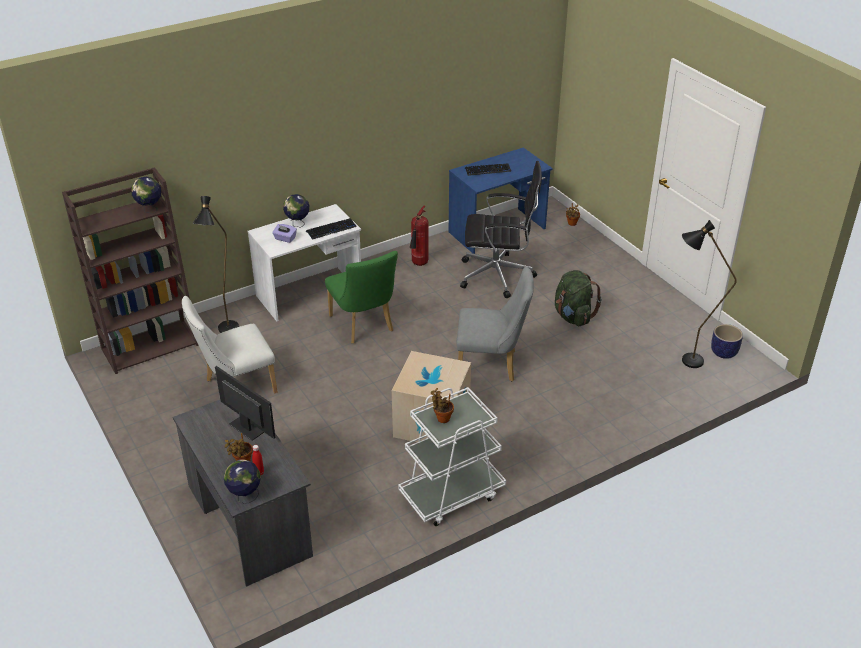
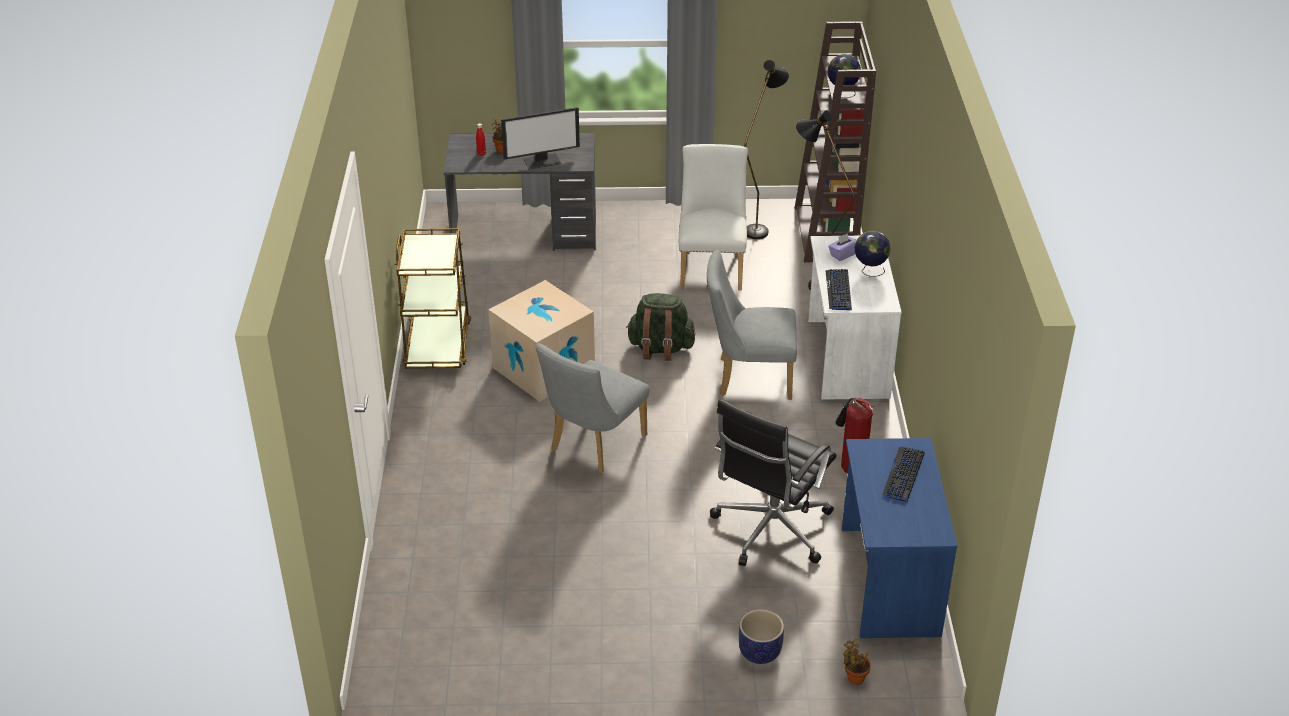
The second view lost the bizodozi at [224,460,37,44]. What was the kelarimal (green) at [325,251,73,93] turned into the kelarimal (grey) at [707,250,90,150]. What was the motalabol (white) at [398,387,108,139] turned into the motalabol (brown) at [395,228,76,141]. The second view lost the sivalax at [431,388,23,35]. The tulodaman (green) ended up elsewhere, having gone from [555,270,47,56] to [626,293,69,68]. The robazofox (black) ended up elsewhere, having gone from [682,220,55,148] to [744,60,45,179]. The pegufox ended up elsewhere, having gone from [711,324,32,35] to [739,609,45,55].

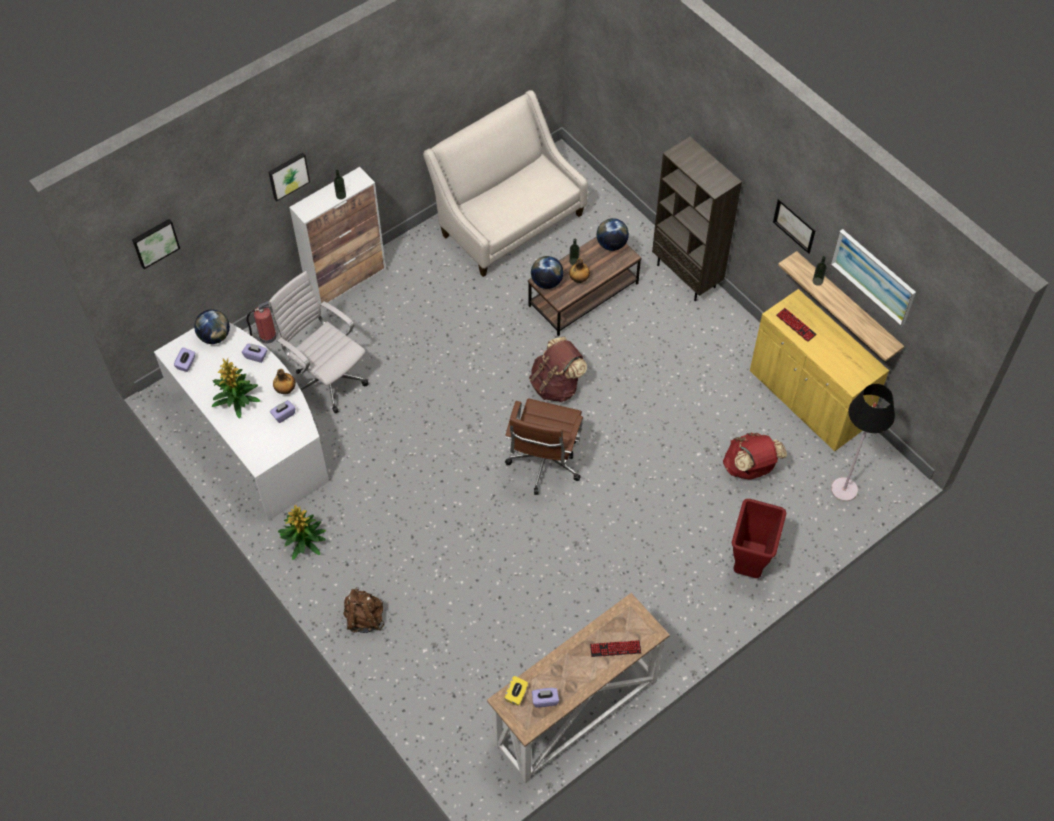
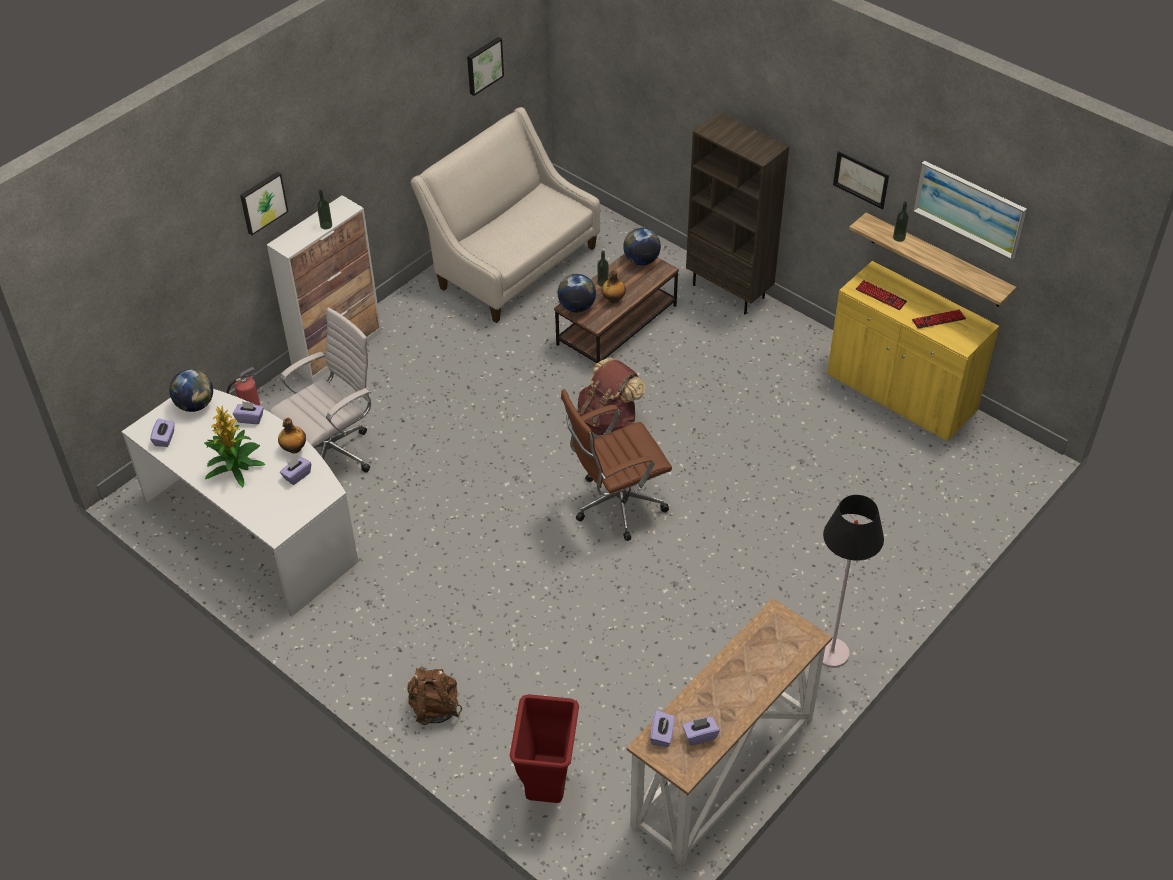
The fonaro ended up elsewhere, having gone from [132,219,48,50] to [467,37,37,59]. The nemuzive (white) at [269,271,100,143] ended up facing another way, 105 degrees clockwise from before. The second view lost the sivalax at [278,505,48,55]. What was the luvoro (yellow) at [504,676,24,29] turned into the luvoro (purple) at [650,710,25,37]. The nemuzive (brown) at [505,399,78,96] ended up facing another way, 60 degrees clockwise from before. The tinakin ended up elsewhere, having gone from [590,640,51,17] to [912,309,54,20]. The second view lost the tulodaman (red) at [723,433,64,47]. The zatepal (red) ended up elsewhere, having gone from [732,499,55,79] to [510,694,69,109]. The robazofox (black) ended up elsewhere, having gone from [831,384,64,118] to [822,495,62,173].

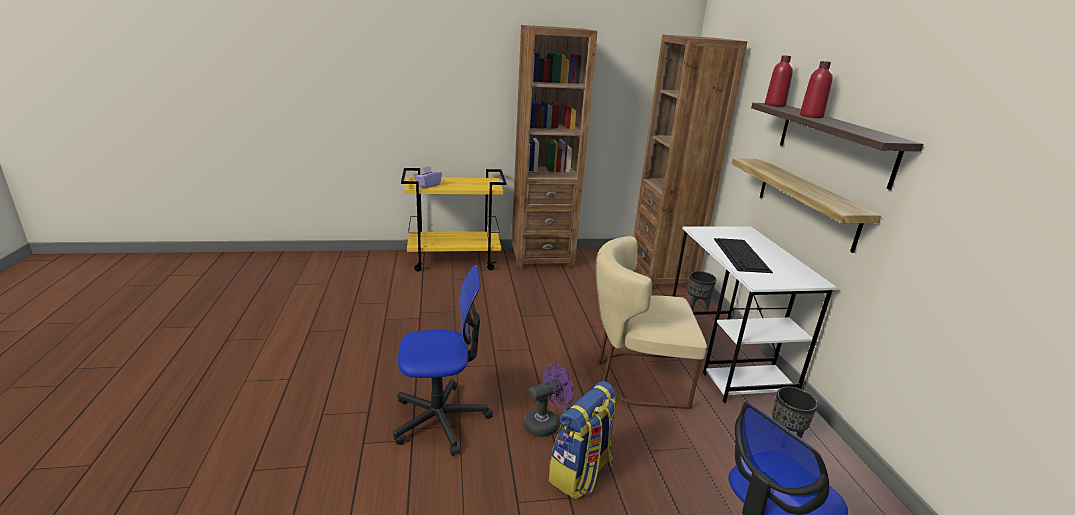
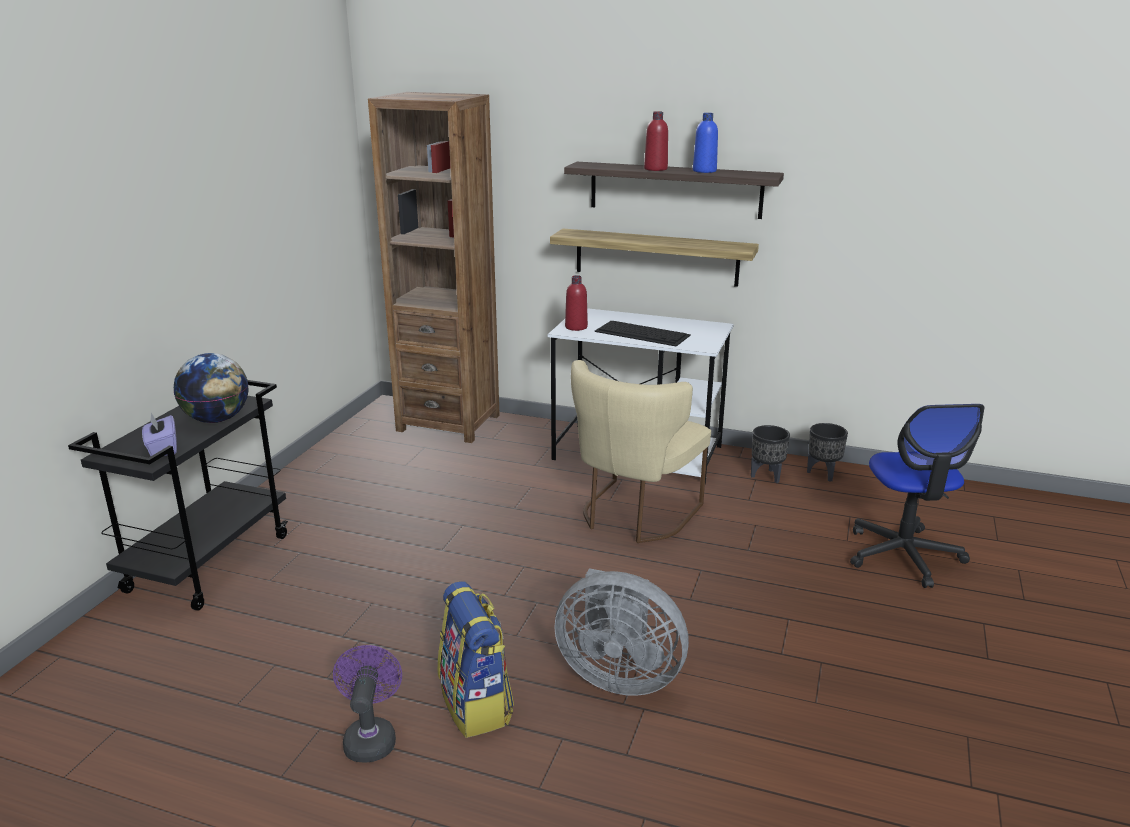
Where the nemuzive stood at [393,265,100,191], the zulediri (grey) came to stand at [554,568,135,128]. What was the motalabol (yellow) at [401,168,105,104] turned into the motalabol (black) at [68,380,220,231]. The second view lost the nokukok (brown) at [511,25,87,245]. The zulediri (purple) ended up elsewhere, having gone from [524,363,50,74] to [333,645,69,118]. The tulodaman ended up elsewhere, having gone from [548,381,70,118] to [438,582,76,156]. The pegufox (black) ended up elsewhere, having gone from [687,271,29,40] to [807,423,41,59]. The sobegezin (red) ended up elsewhere, having gone from [765,55,28,52] to [565,275,23,56]. The second view gained the bizodozi at [174,353,74,70]. The second view gained the sobegezin (blue) at [693,113,25,60].

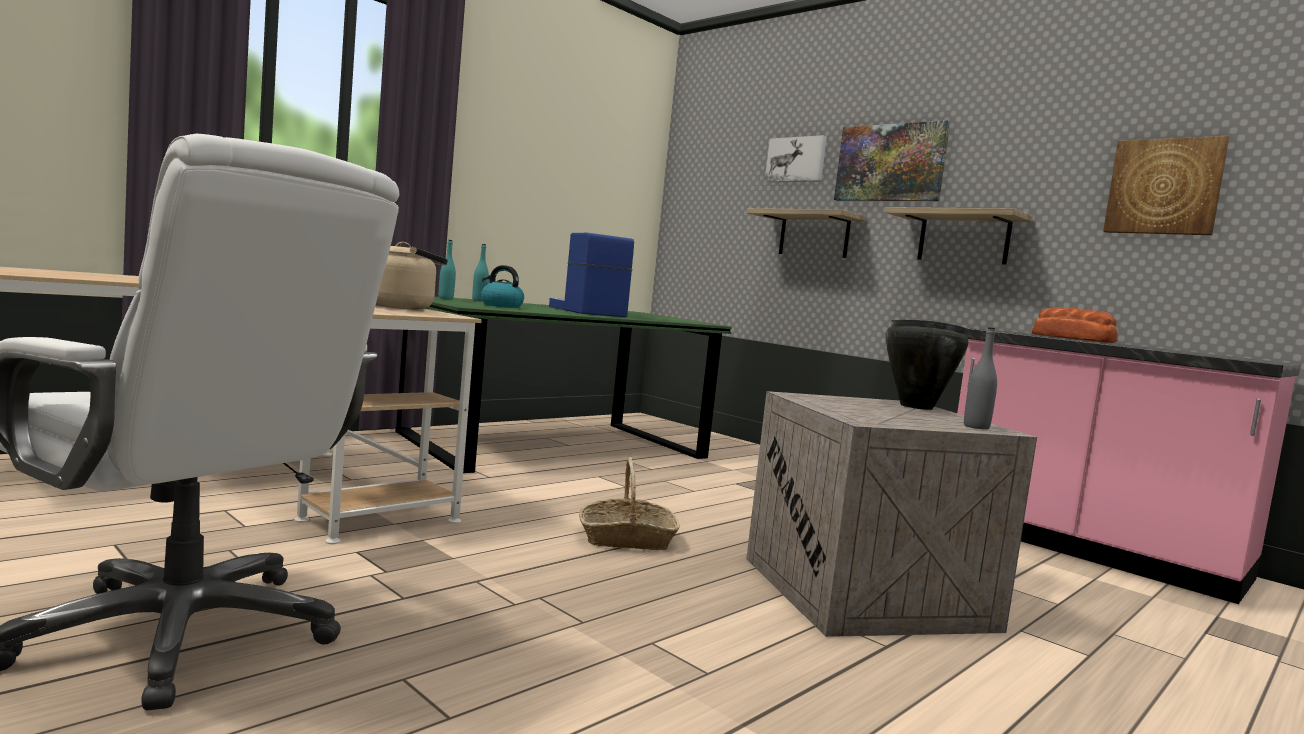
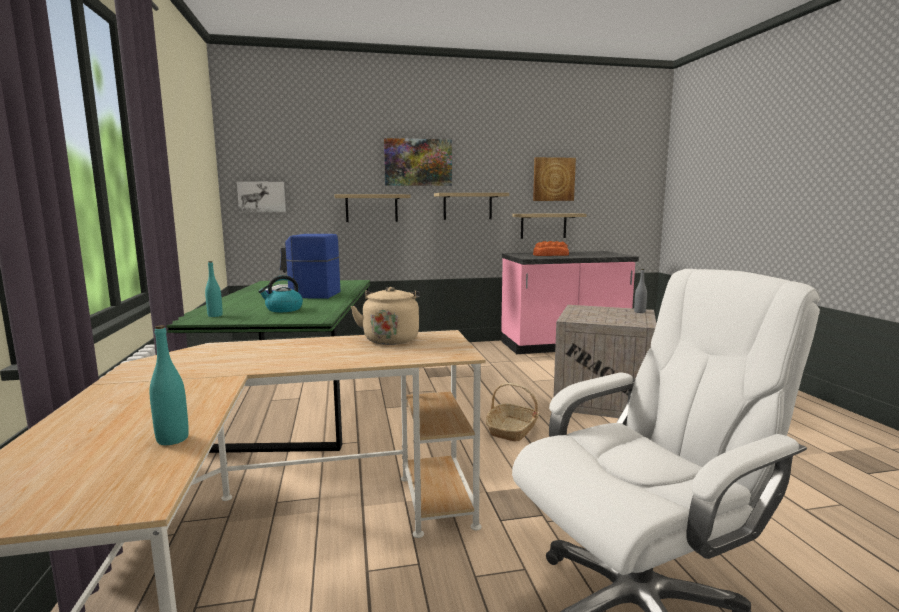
The sobegezin (turquoise) ended up elsewhere, having gone from [472,244,17,58] to [150,325,39,120]. The fonaro ended up elsewhere, having gone from [765,135,62,47] to [237,181,49,32]. The second view lost the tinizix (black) at [885,320,83,90]. The second view gained the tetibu at [512,213,75,26].

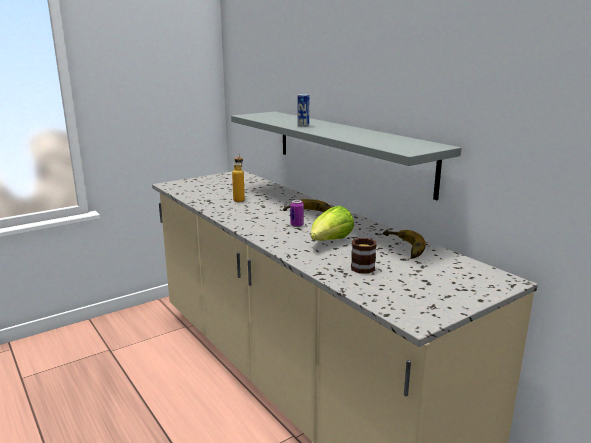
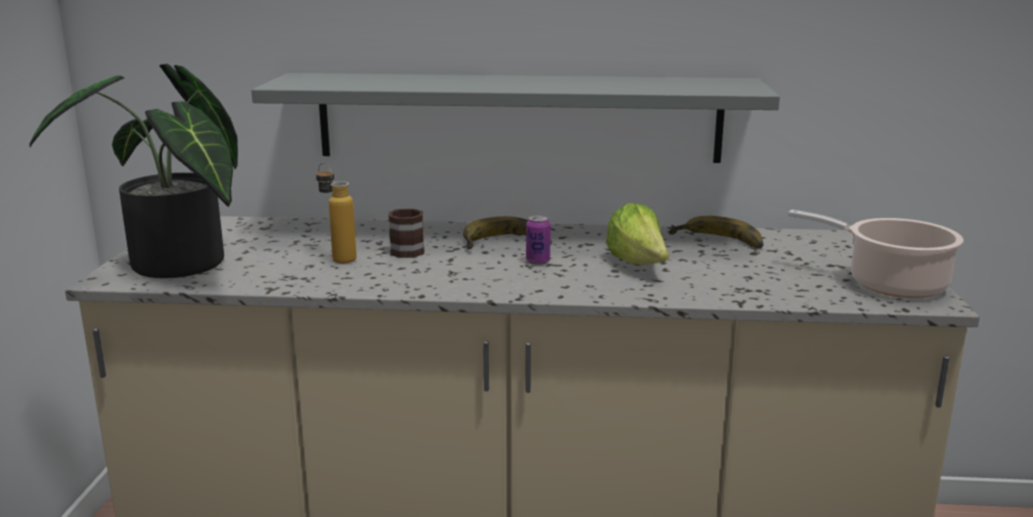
The second view lost the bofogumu at [298,94,11,33]. The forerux ended up elsewhere, having gone from [351,238,26,36] to [388,209,36,49]. The second view gained the sivalax at [29,64,209,214]. The second view gained the tinizix at [788,210,176,88].

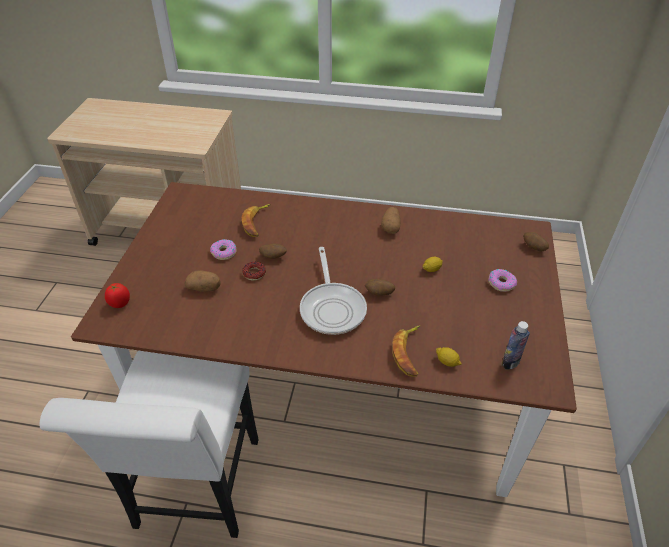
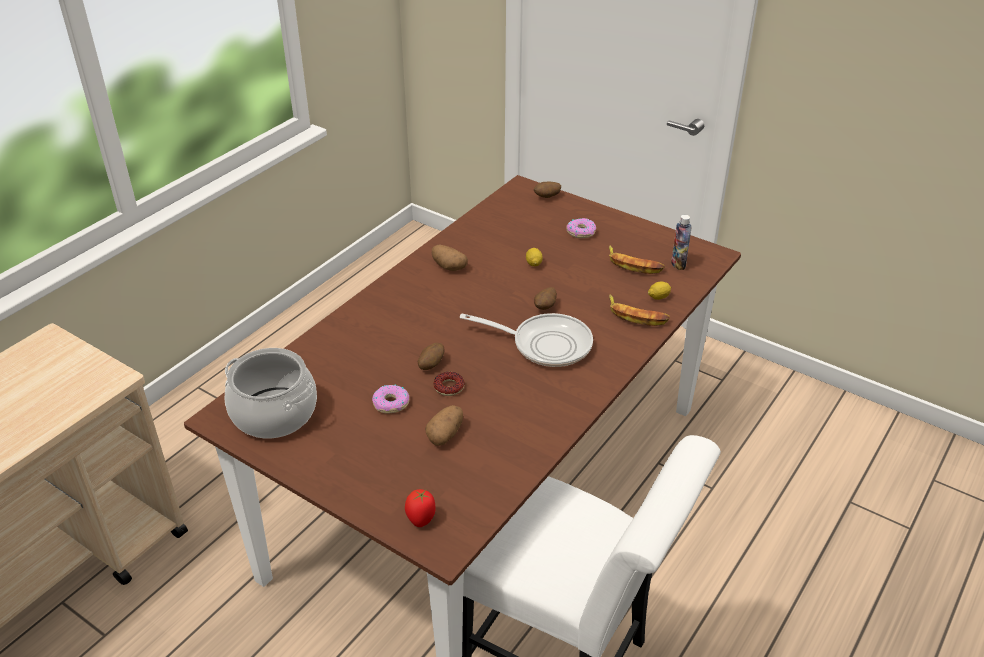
The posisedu ended up elsewhere, having gone from [242,204,29,33] to [609,246,56,28]. The second view gained the tinizix at [225,348,92,91].

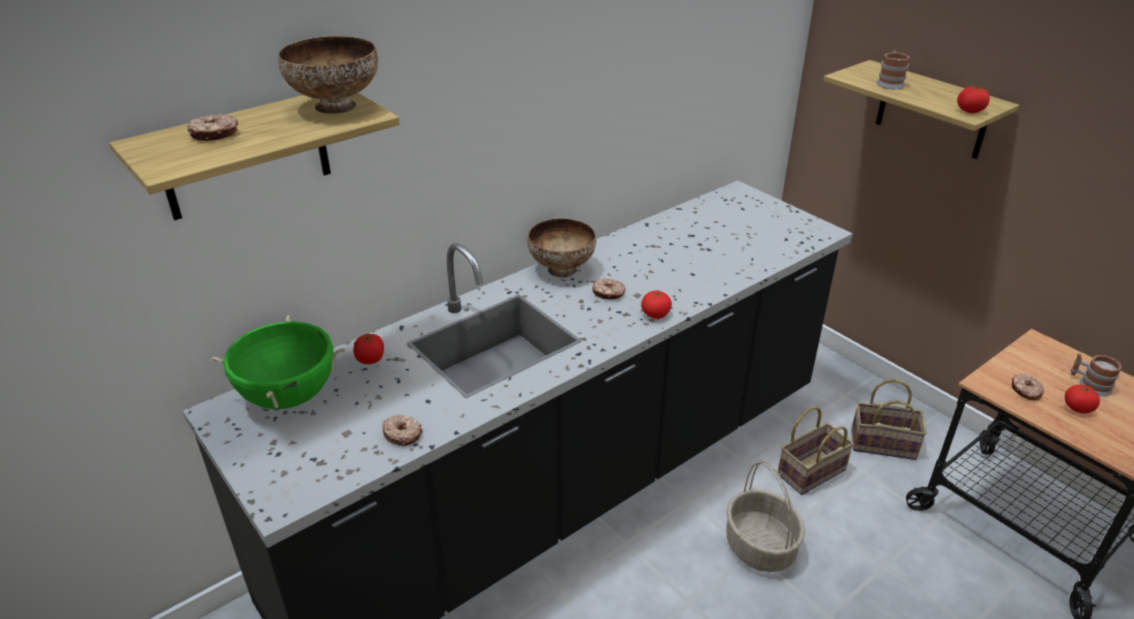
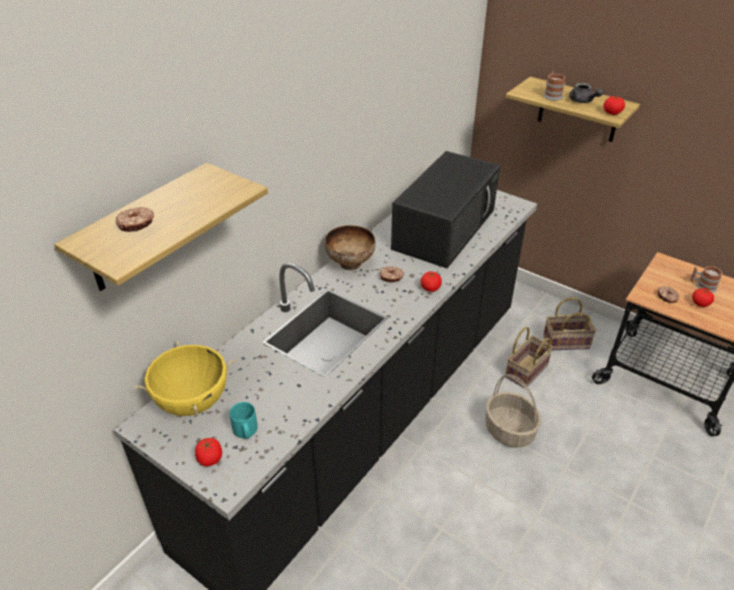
What was the tinizix (green) at [211,316,135,93] turned into the tinizix (yellow) at [134,341,101,75]. The second view lost the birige at [278,36,100,78]. The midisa ended up elsewhere, having gone from [353,334,31,30] to [195,438,27,28]. The second view lost the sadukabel at [382,415,40,31]. The second view gained the forerux (turquoise) at [229,402,29,37]. The second view gained the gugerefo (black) at [391,151,109,117]. The second view gained the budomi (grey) at [569,83,35,20].

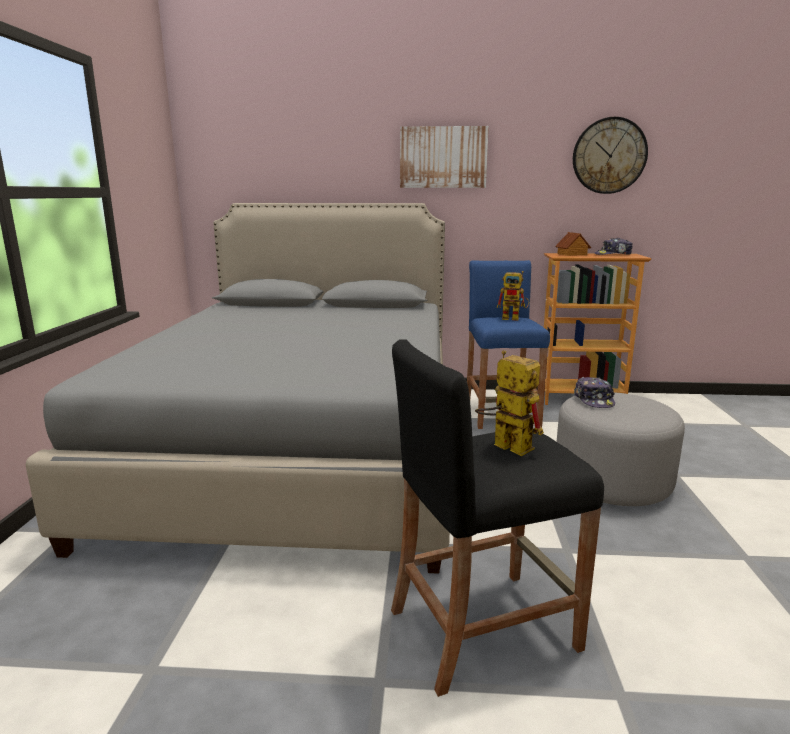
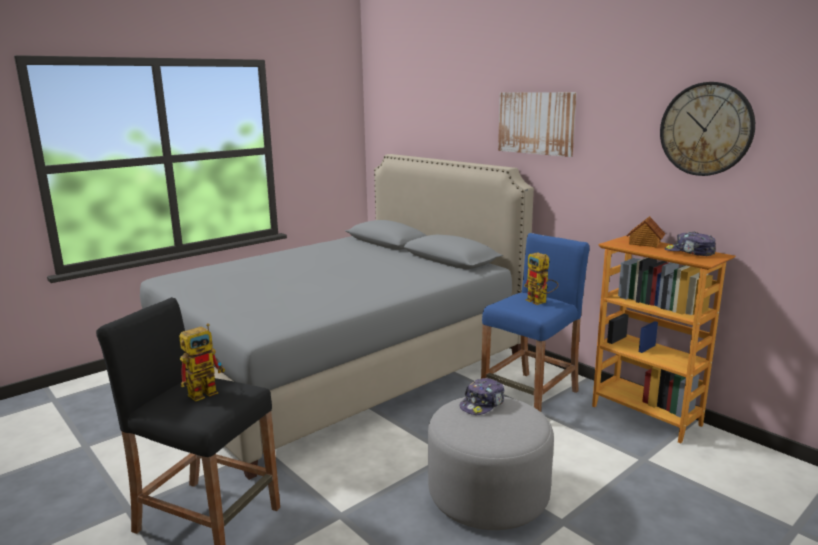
The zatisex at [475,350,69,106] ended up facing another way, 45 degrees clockwise from before.

